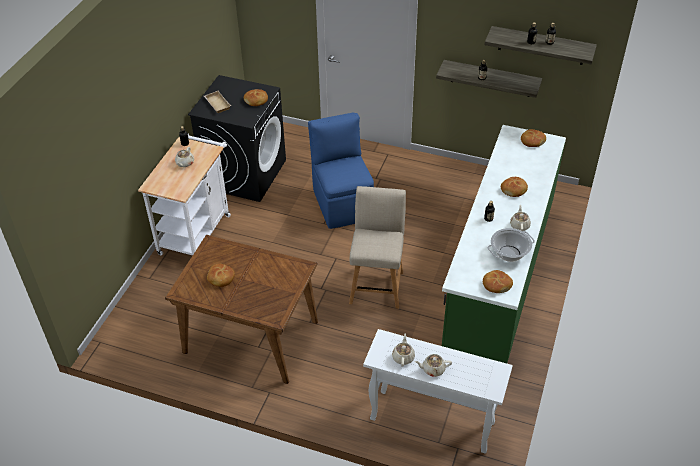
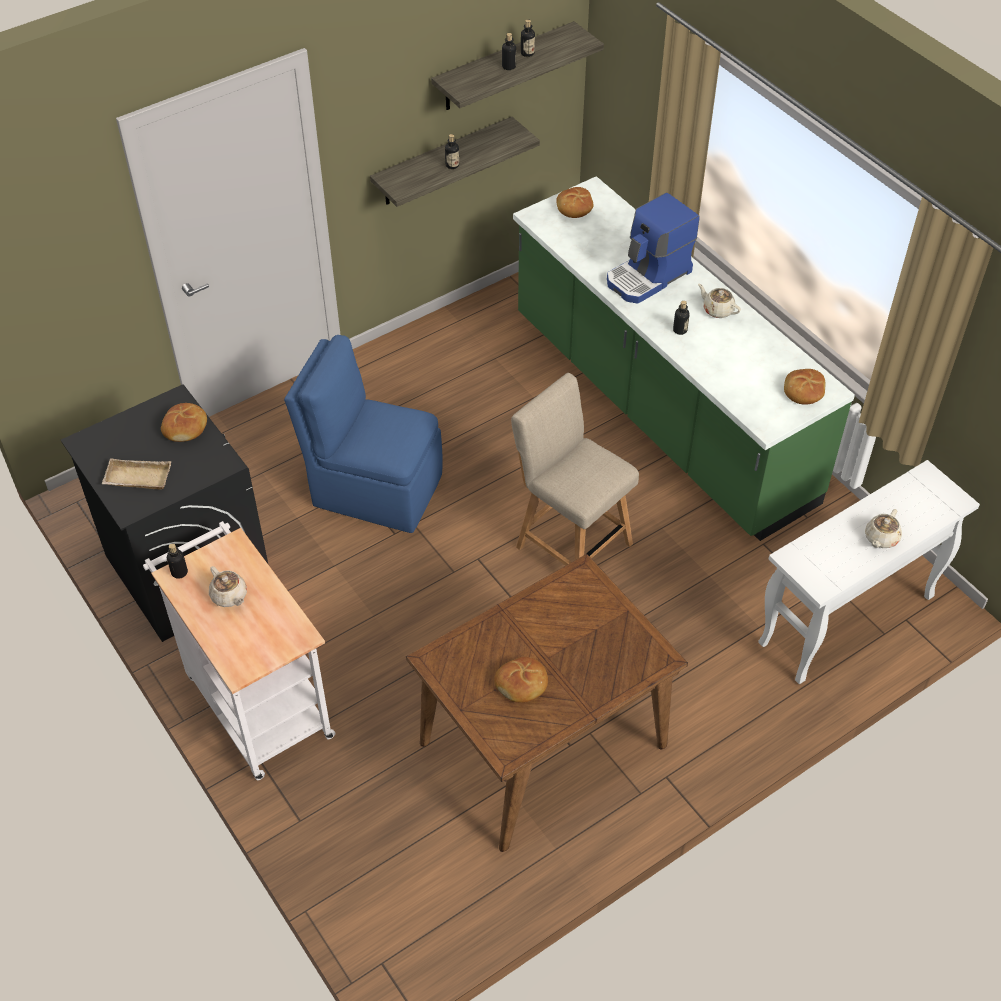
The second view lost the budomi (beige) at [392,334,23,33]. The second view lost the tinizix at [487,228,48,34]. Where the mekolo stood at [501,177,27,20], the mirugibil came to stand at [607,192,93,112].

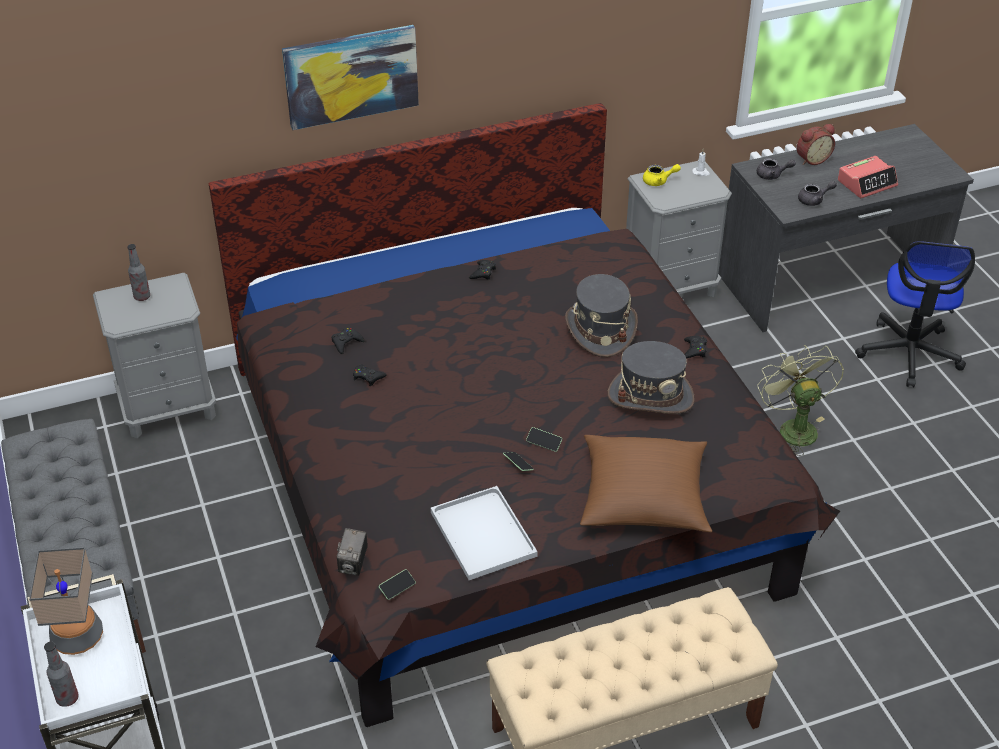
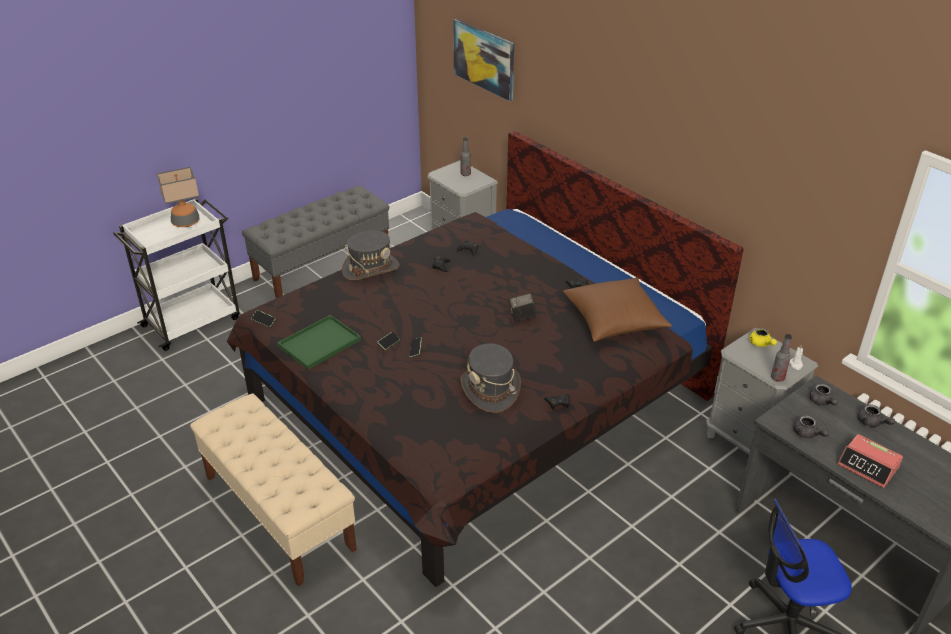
The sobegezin ended up elsewhere, having gone from [44,642,35,65] to [771,334,21,48]. The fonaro ended up elsewhere, having gone from [282,25,137,105] to [453,19,61,82]. The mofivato ended up elsewhere, having gone from [337,528,31,48] to [510,293,27,29]. What was the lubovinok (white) at [431,486,107,94] turned into the lubovinok (green) at [277,315,84,55]. The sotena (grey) ended up elsewhere, having gone from [565,274,73,83] to [342,230,58,50]. The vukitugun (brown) ended up elsewhere, having gone from [580,435,132,97] to [563,278,109,64]. The second view lost the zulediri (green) at [757,345,87,111]. Where the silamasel stood at [796,124,39,41], the budomi (grey) came to stand at [857,404,38,23].

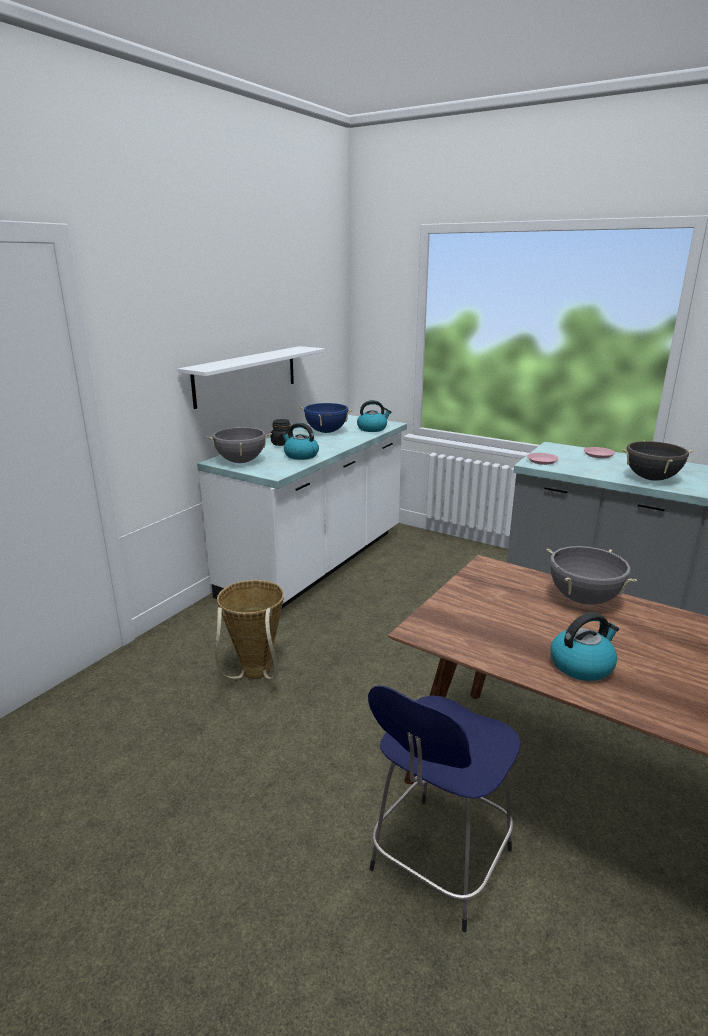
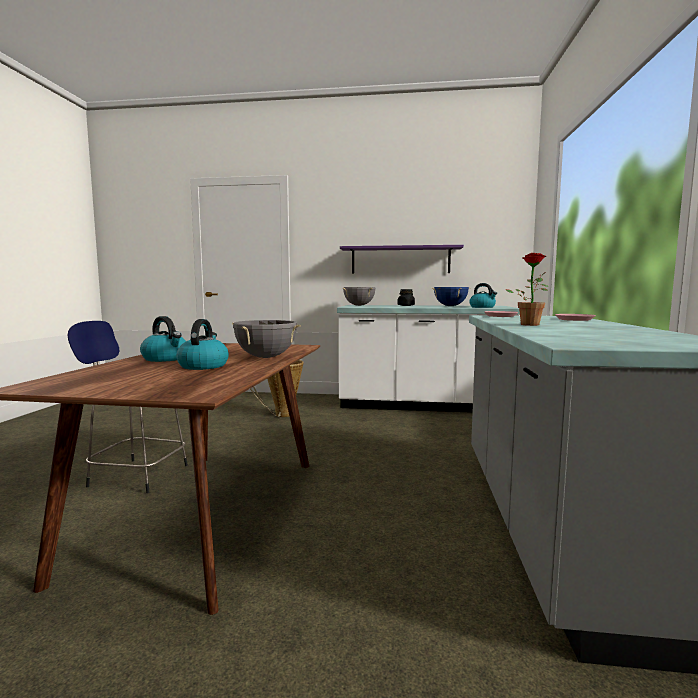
What was the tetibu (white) at [177,346,148,63] turned into the tetibu (purple) at [340,245,124,29]. The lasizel ended up elsewhere, having gone from [281,423,38,37] to [176,319,53,51]. Where the tinizix (black) stood at [621,441,73,40], the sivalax came to stand at [506,253,43,73].

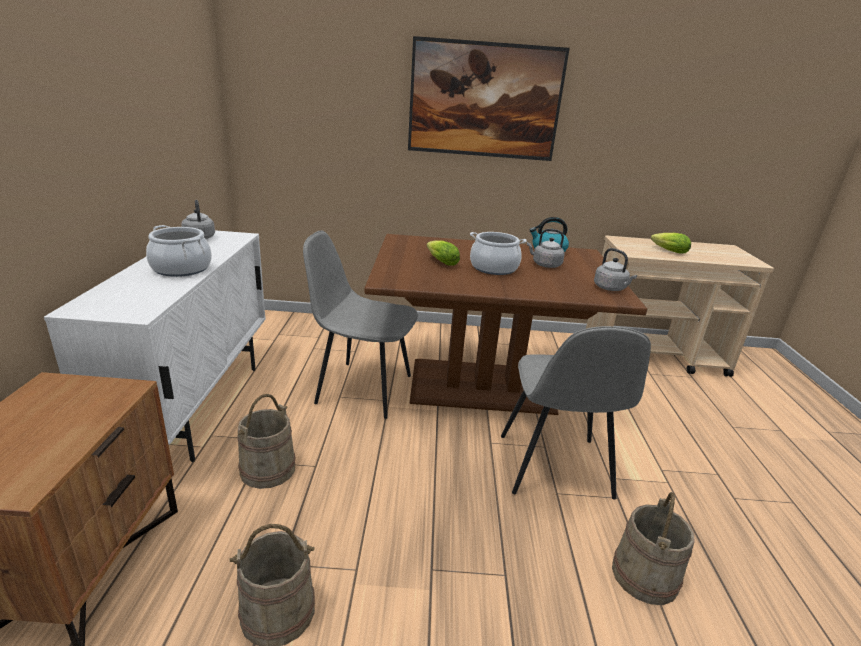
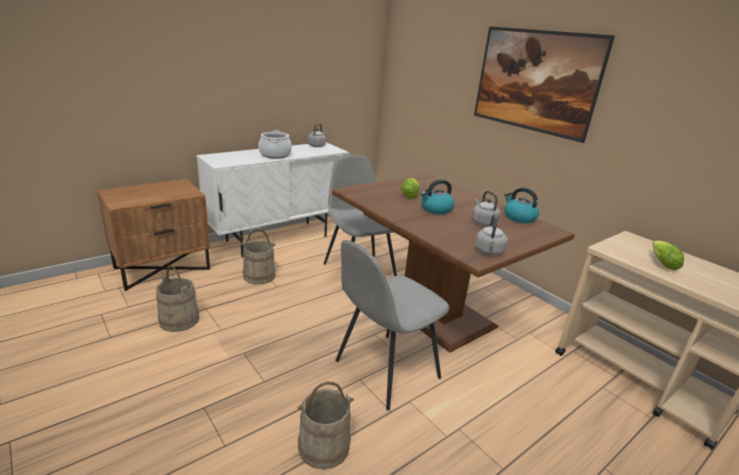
Where the tinizix stood at [470,232,57,43], the lasizel came to stand at [421,179,33,35].

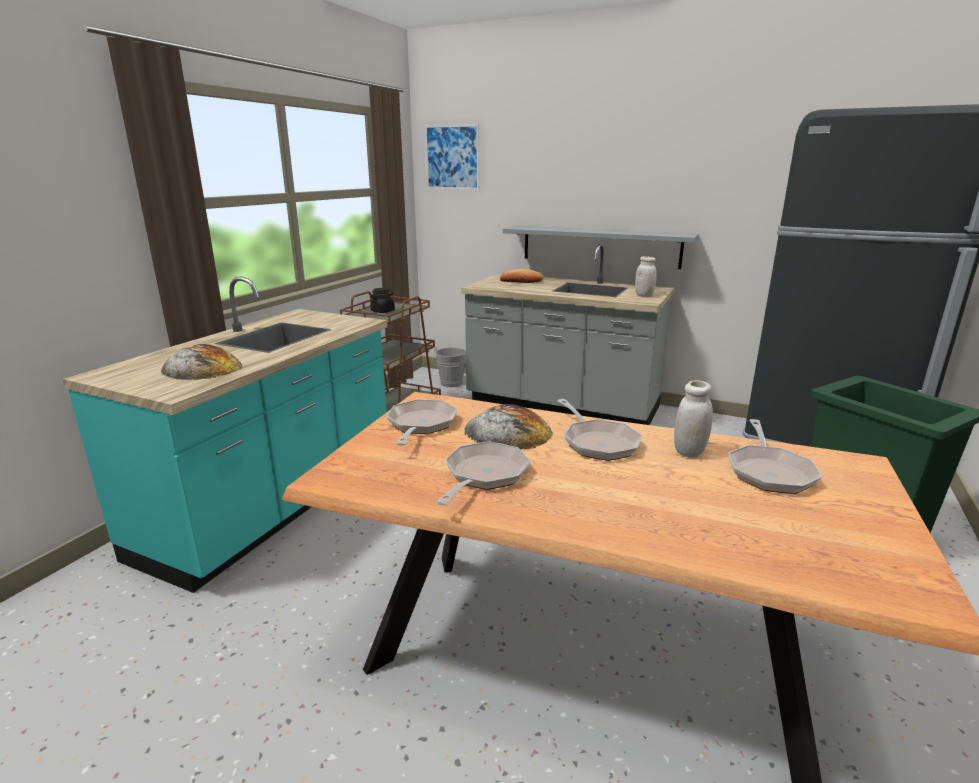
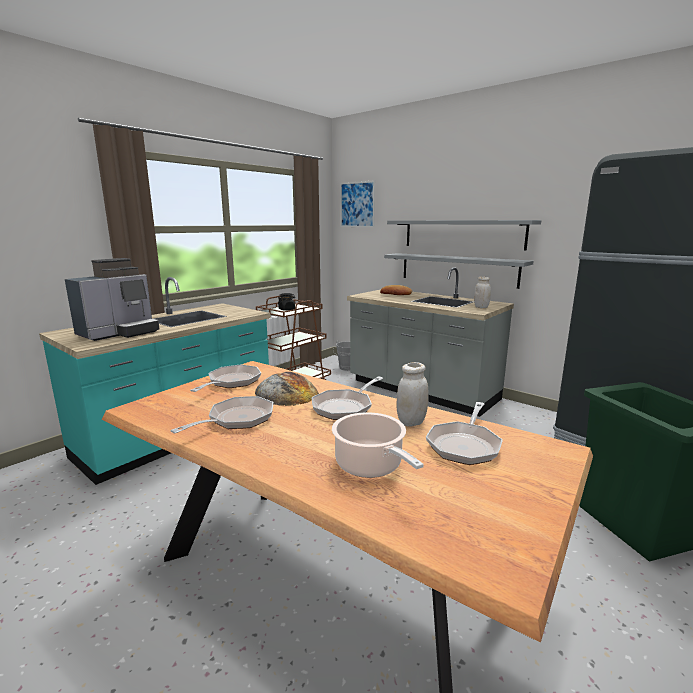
Where the mekolo stood at [161,344,81,36], the mirugibil came to stand at [65,258,95,83]. The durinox at [557,399,85,62] ended up facing another way, 45 degrees clockwise from before. The second view gained the tinizix at [332,413,92,65]. The second view gained the tetibu (grey) at [387,220,154,30].

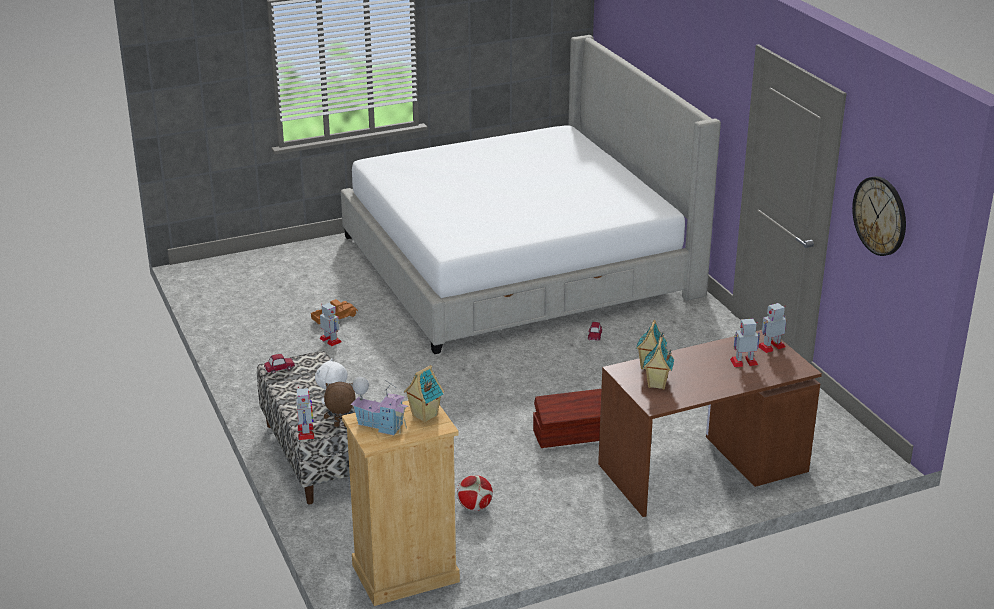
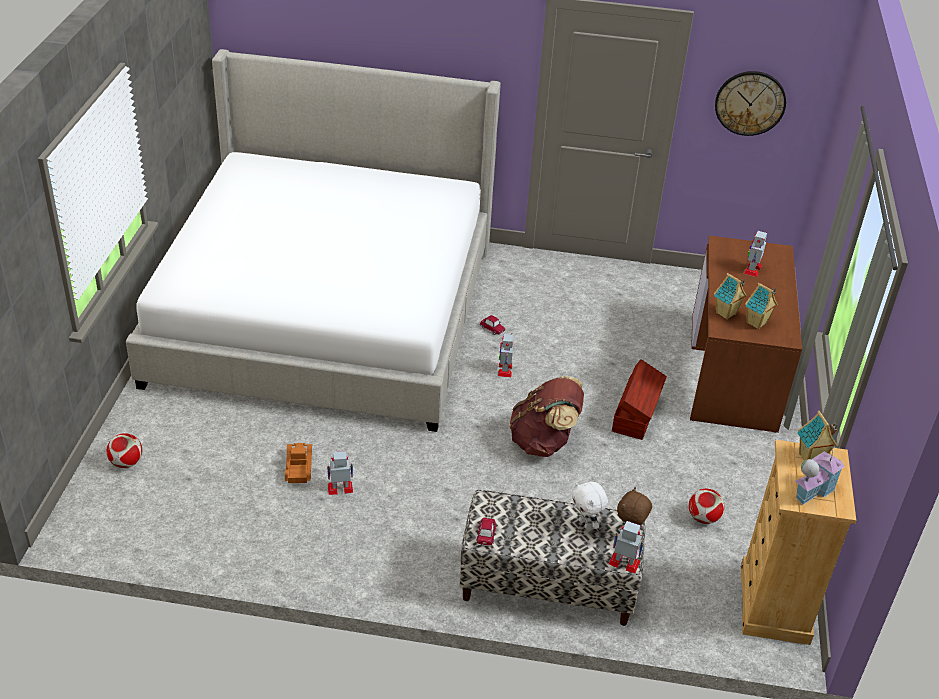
The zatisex ended up elsewhere, having gone from [758,303,28,50] to [498,333,15,44]. The second view gained the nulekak at [107,433,35,35]. The second view gained the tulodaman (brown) at [509,376,75,81].

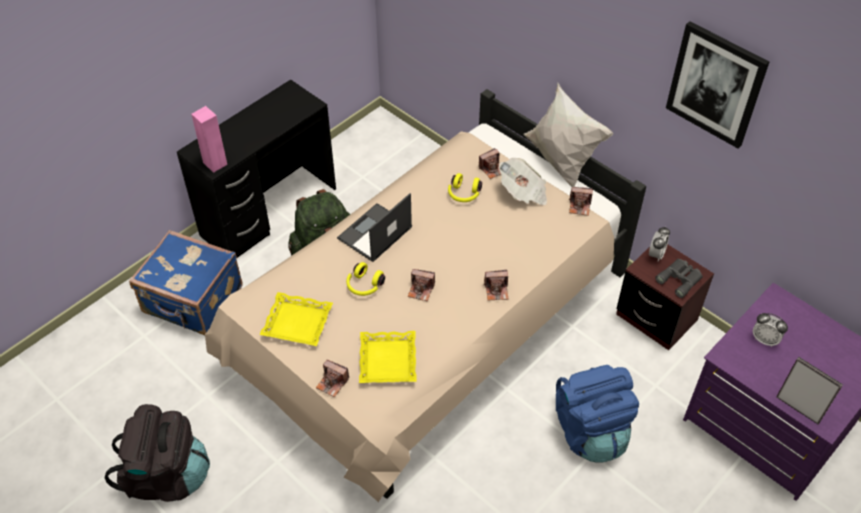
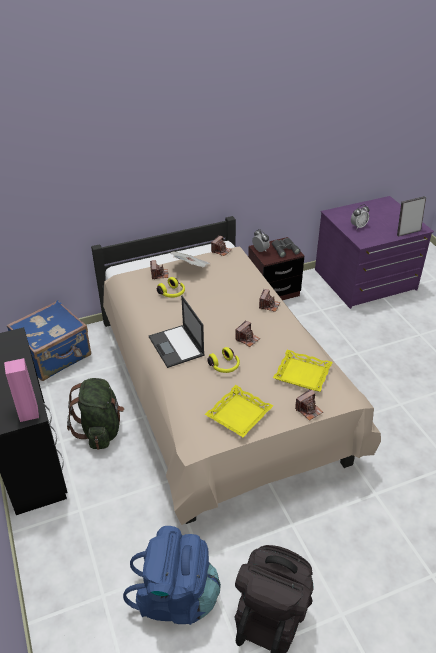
The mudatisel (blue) ended up elsewhere, having gone from [129,230,114,105] to [7,300,84,81]. The second view lost the vukitugun (white) at [524,83,90,104]. The tulodaman (blue) ended up elsewhere, having gone from [556,365,83,98] to [123,526,98,99]. The second view lost the fonaro at [666,21,103,127].

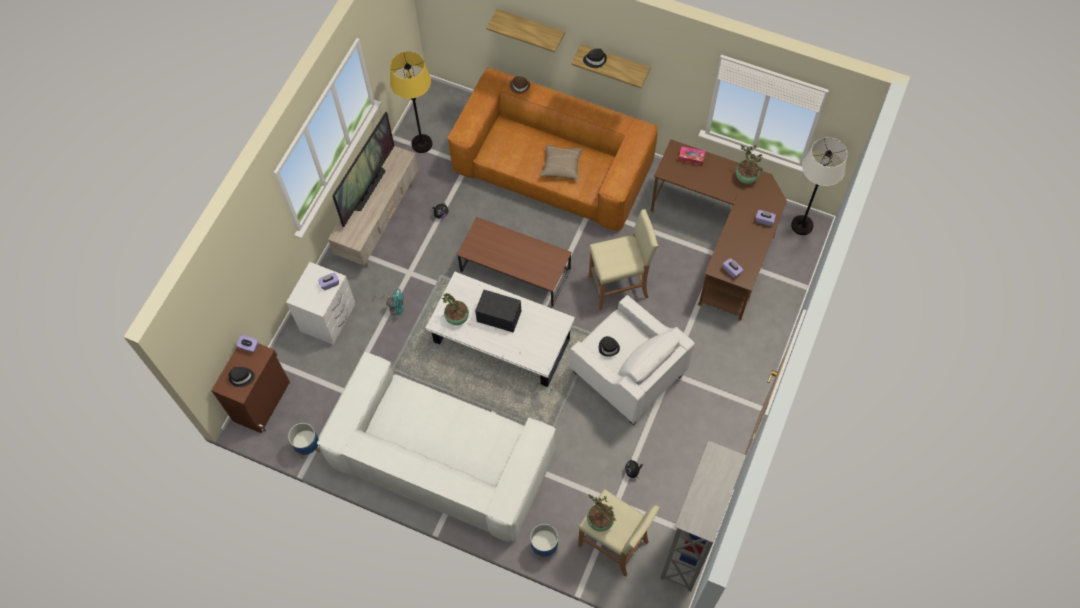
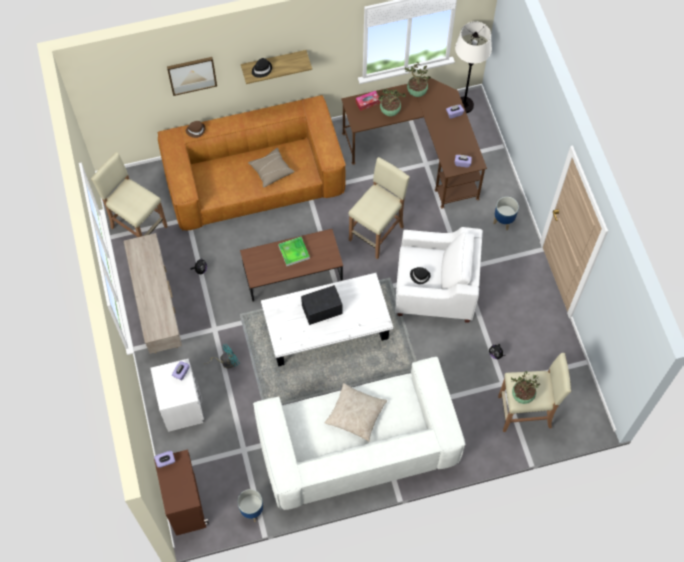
The second view lost the sotena (black) at [229,367,26,20]. The second view lost the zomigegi at [332,112,62,115]. Where the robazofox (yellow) stood at [390,52,42,101], the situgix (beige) came to stand at [91,152,77,85]. The sivalax ended up elsewhere, having gone from [442,293,27,32] to [378,89,28,27]. Where the tetibu hung at [486,9,79,43], the fonaro came to hang at [167,57,50,39]. The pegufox ended up elsewhere, having gone from [530,524,28,36] to [493,197,26,33]. The second view lost the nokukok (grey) at [660,440,86,152]. The second view gained the lubovinok at [278,237,32,29]. The second view gained the vukitugun (beige) at [325,383,62,59].

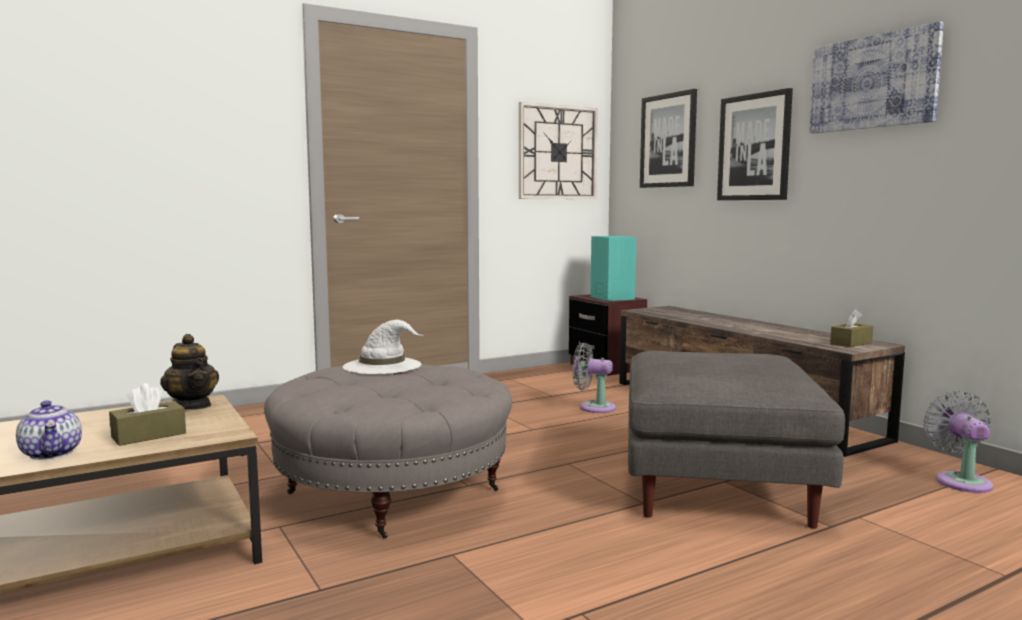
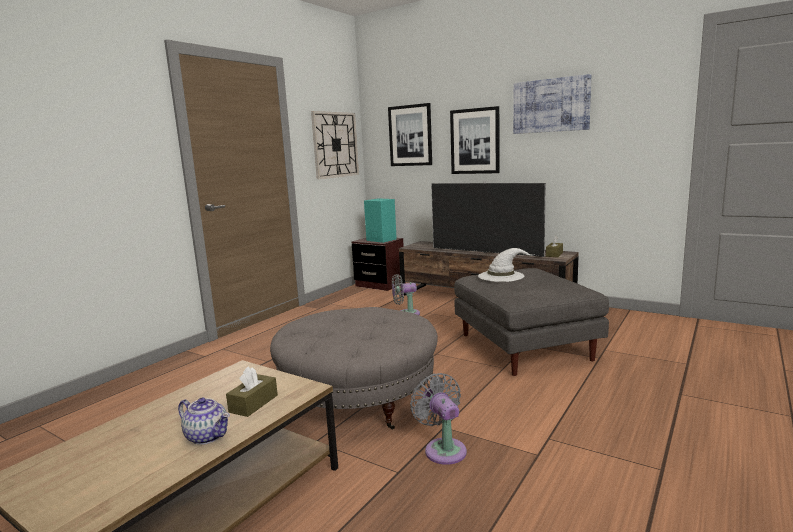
The second view lost the budomi at [160,334,59,76]. The sotena (white) ended up elsewhere, having gone from [343,320,80,54] to [478,248,55,34]. The zulediri (grey) ended up elsewhere, having gone from [923,390,70,103] to [410,373,57,92]. The second view gained the zomigegi at [431,182,115,75].

